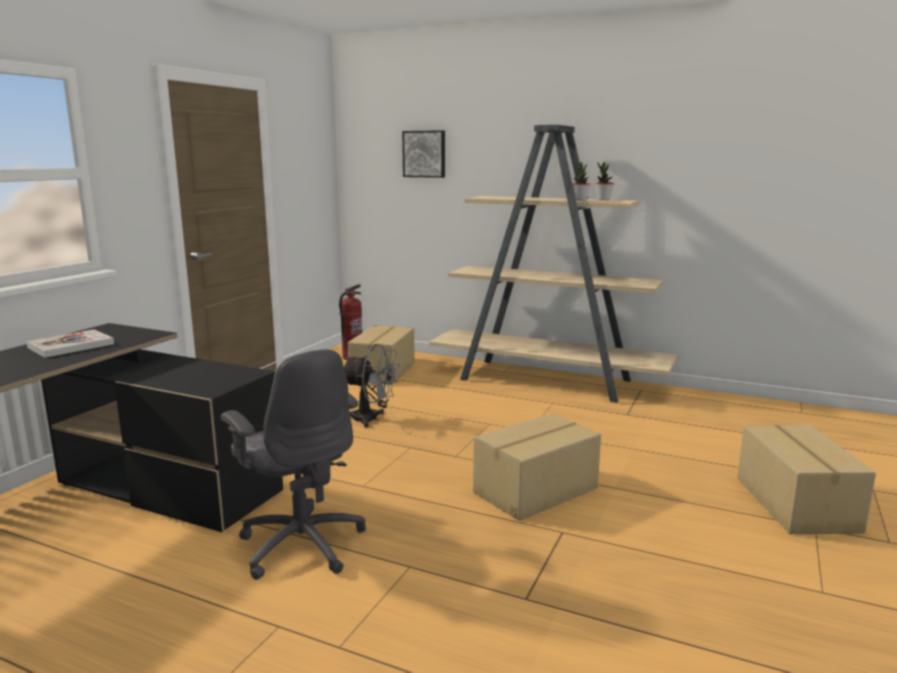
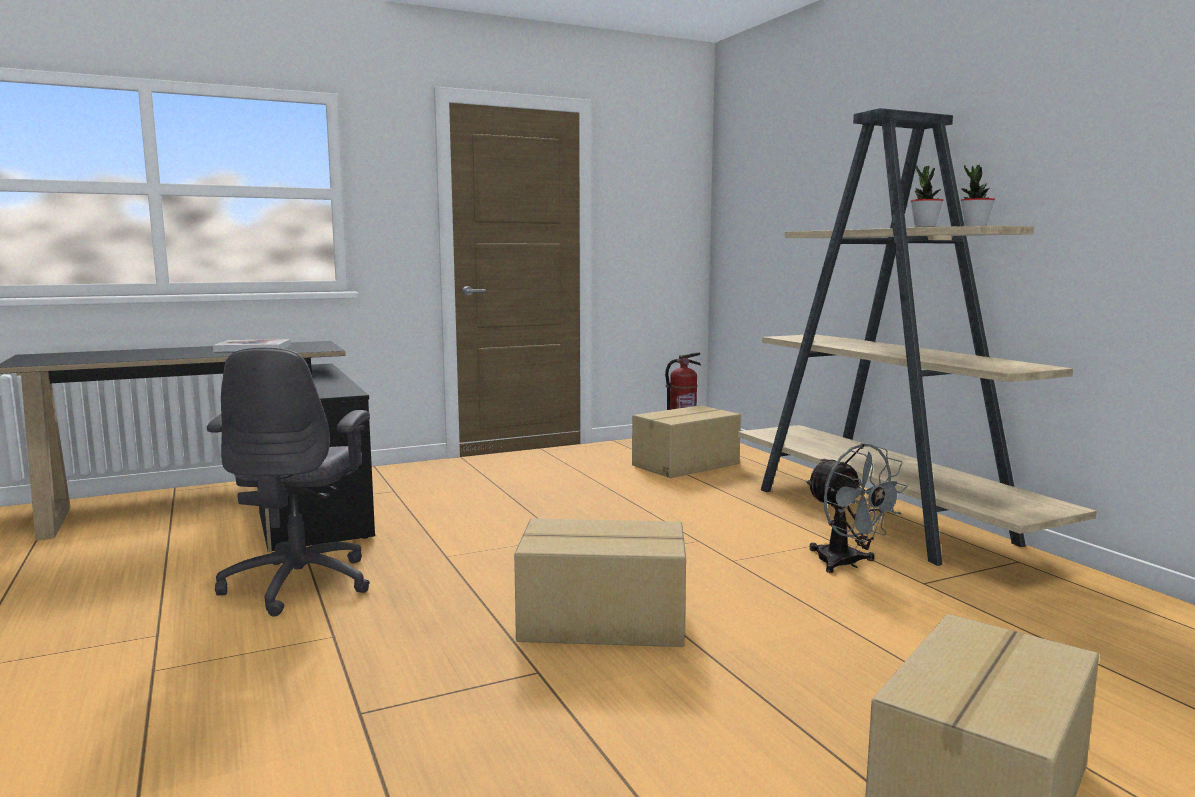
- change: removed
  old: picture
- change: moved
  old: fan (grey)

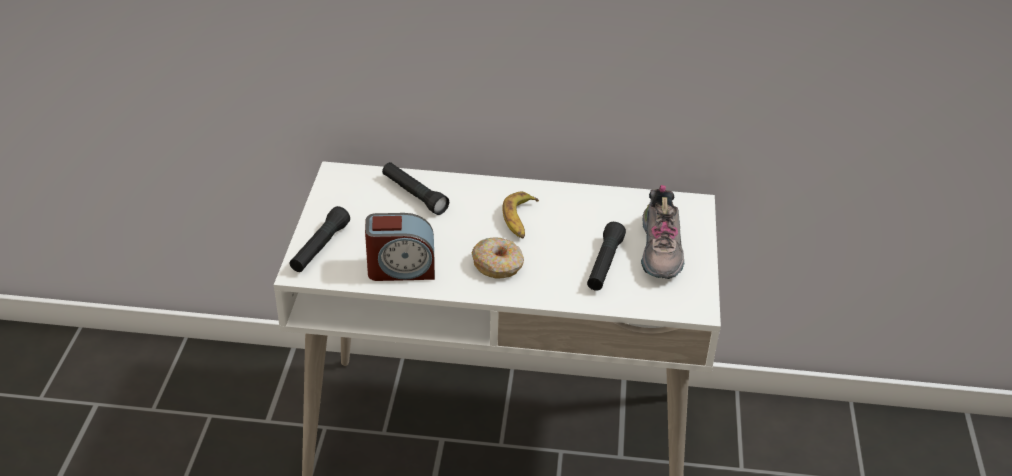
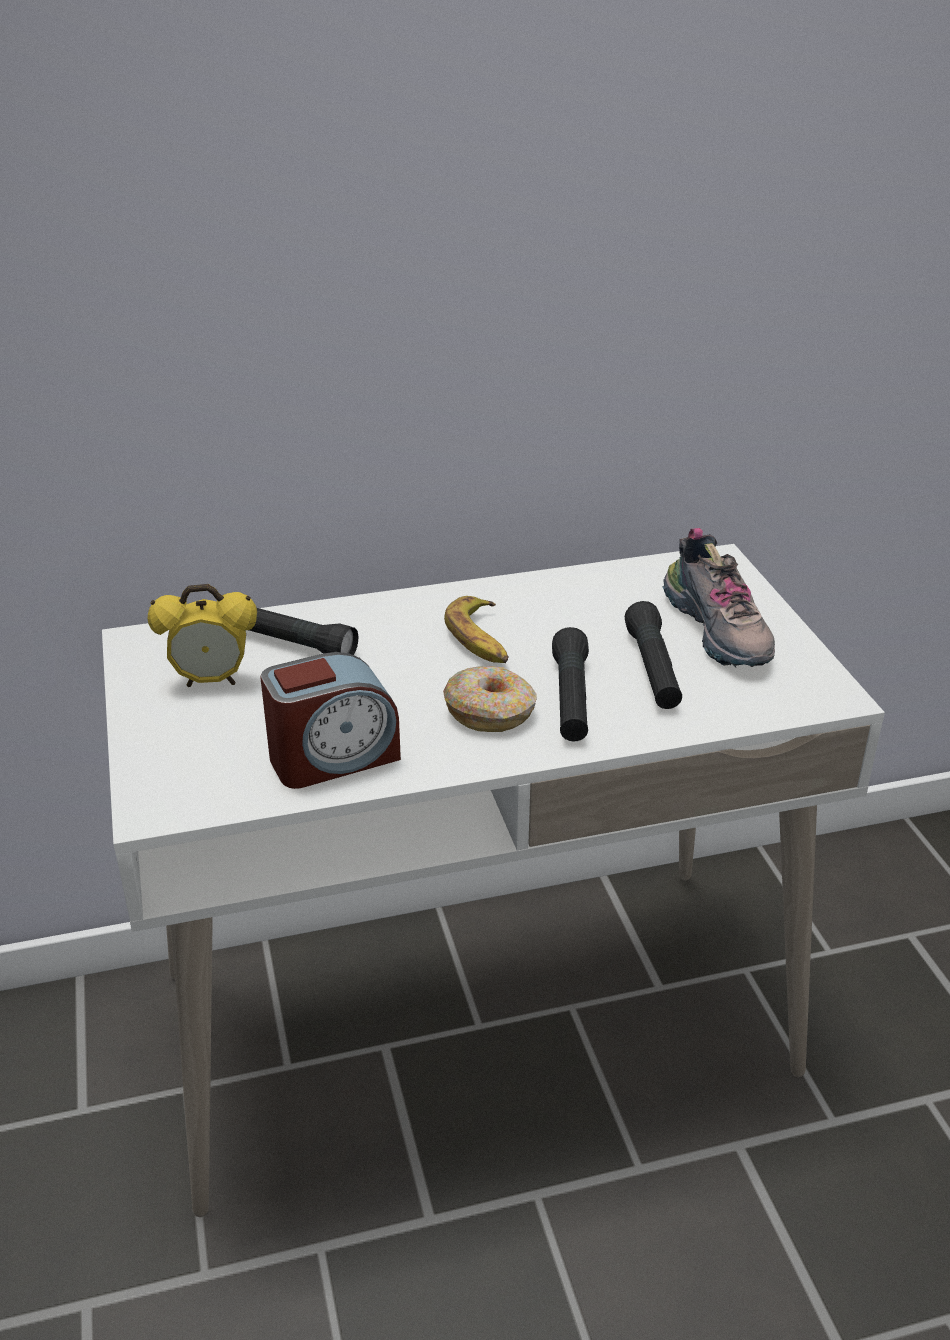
- change: added
  new: alarm clock (1st from left)
- change: moved
  old: flashlight (black) (1st from left in the first image)
  new: flashlight (black) (2nd from left)

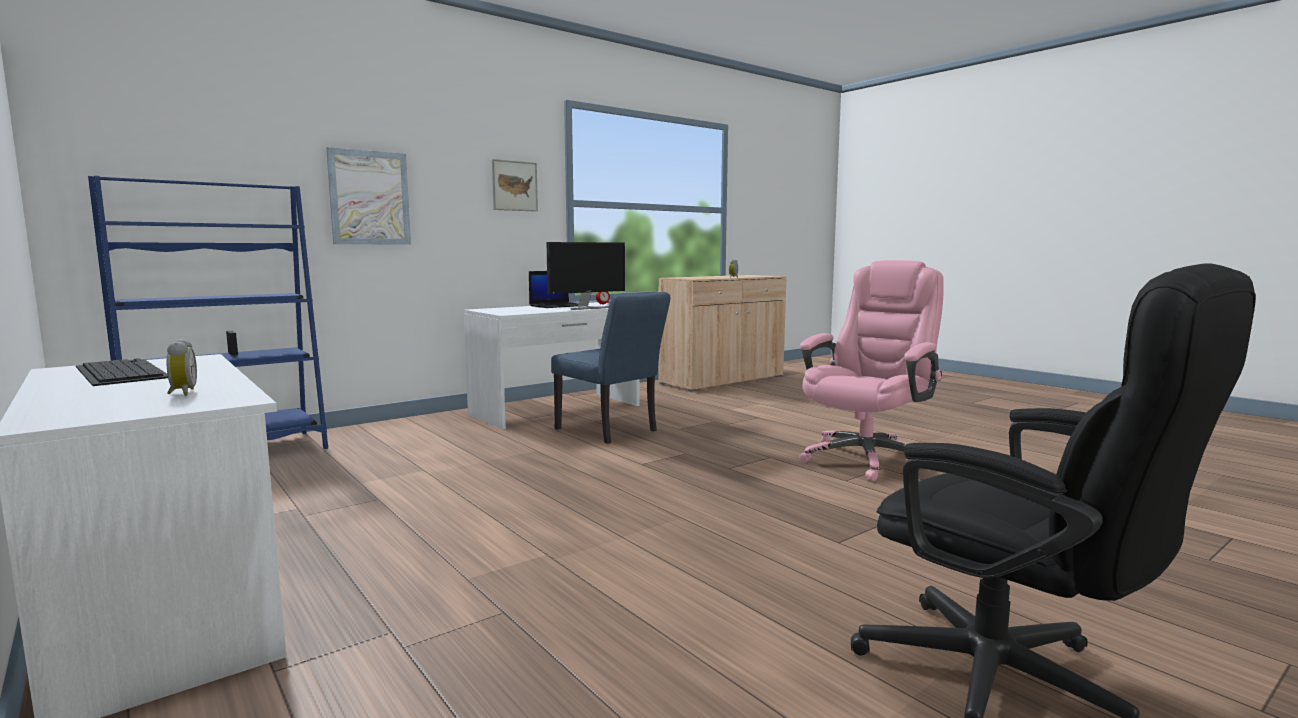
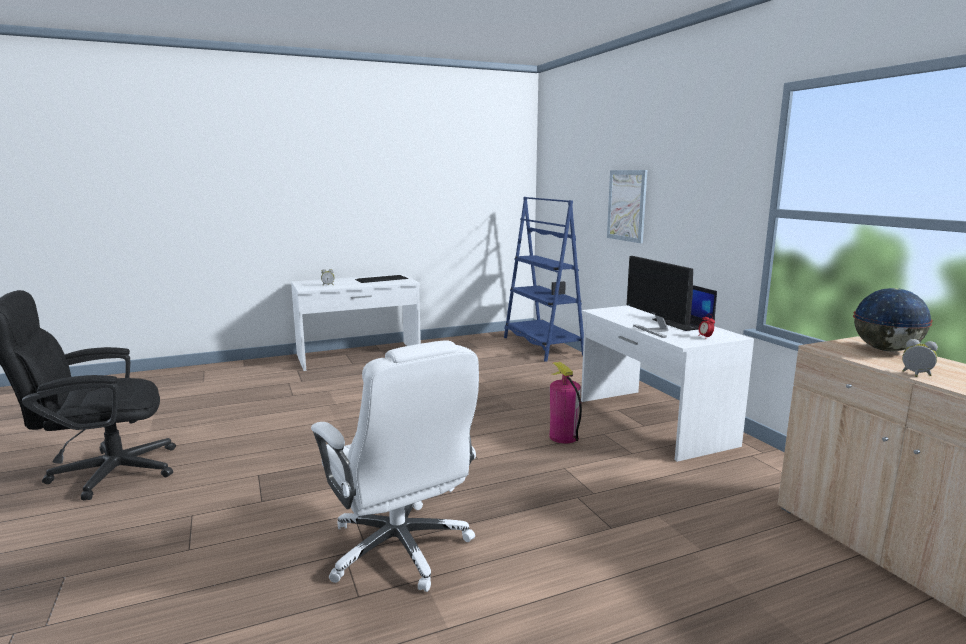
- change: removed
  old: picture (2nd from left)
- change: added
  new: globe
- change: replaced
  old: chair (blue)
  new: fire extinguisher
- change: recoloured
  old: office chair (pink)
  new: office chair (white)

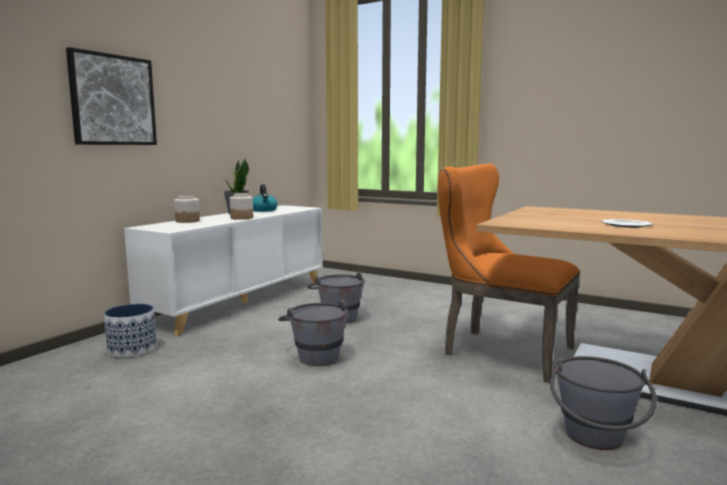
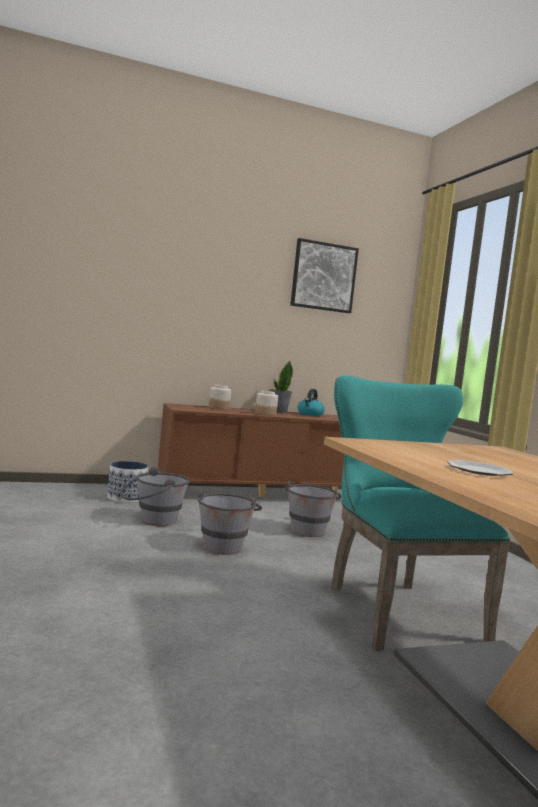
- change: moved
  old: picture
- change: moved
  old: bucket (grey) (3rd from left in the first image)
  new: bucket (grey) (1st from left)
- change: recoloured
  old: cabinet (white)
  new: cabinet (brown)
- change: recoloured
  old: chair (orange)
  new: chair (turquoise)

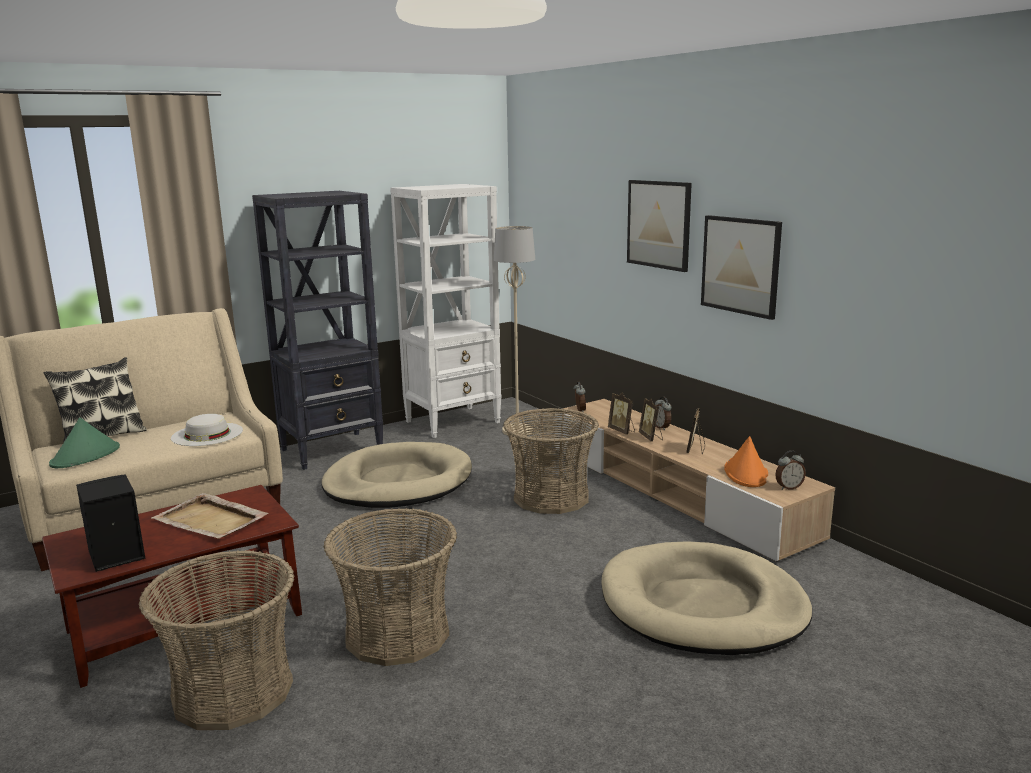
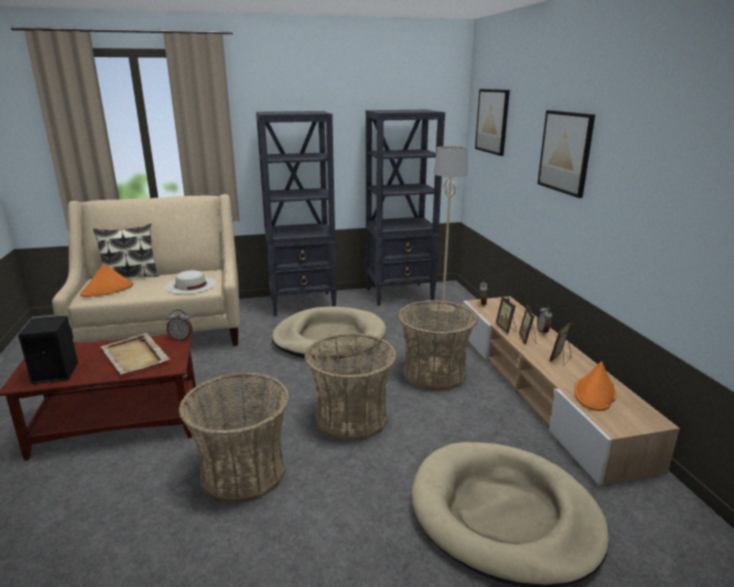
- change: moved
  old: basket (1st from left in the first image)
  new: basket (2nd from left)
- change: moved
  old: picture (2nd from left in the first image)
  new: picture (1st from left)
- change: moved
  old: alarm clock (3rd from left in the first image)
  new: alarm clock (1st from left)
- change: recoloured
  old: hat (green)
  new: hat (orange) (1st from left)
- change: recoloured
  old: bookcase (white)
  new: bookcase (black) (2nd from left)

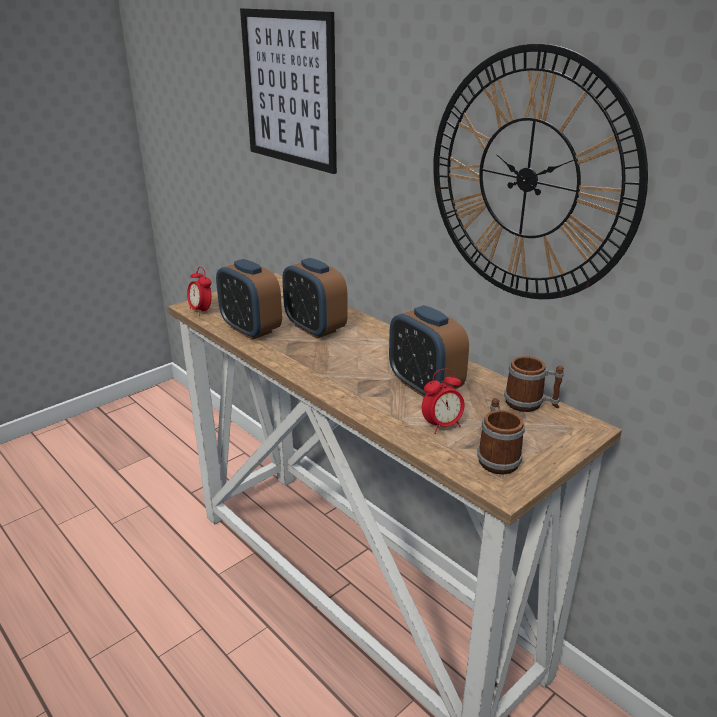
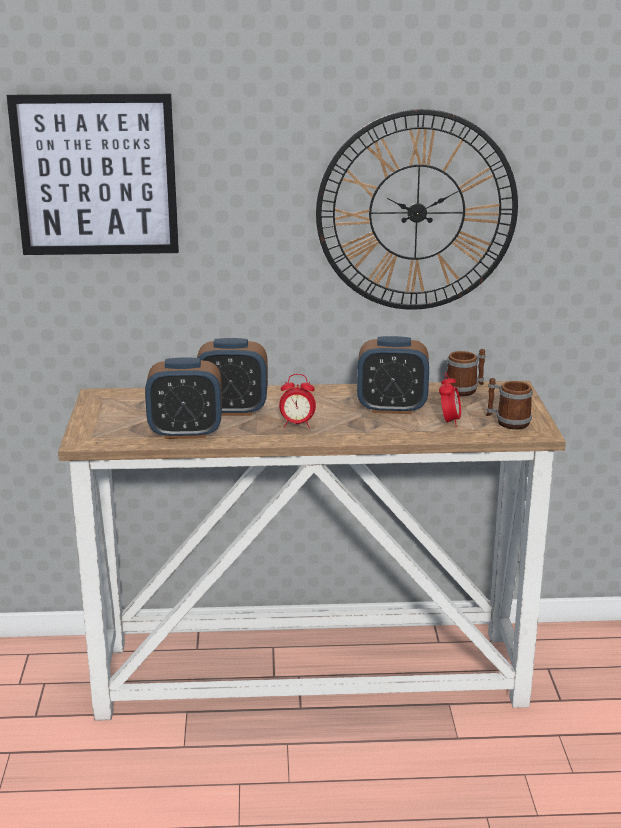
- change: moved
  old: alarm clock (1st from left in the first image)
  new: alarm clock (3rd from left)

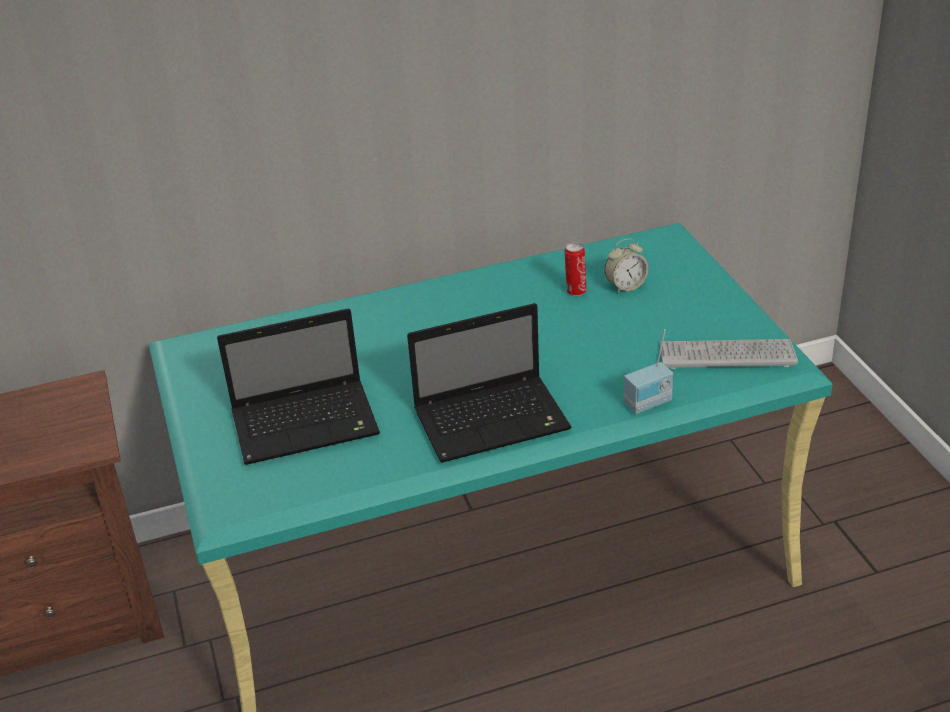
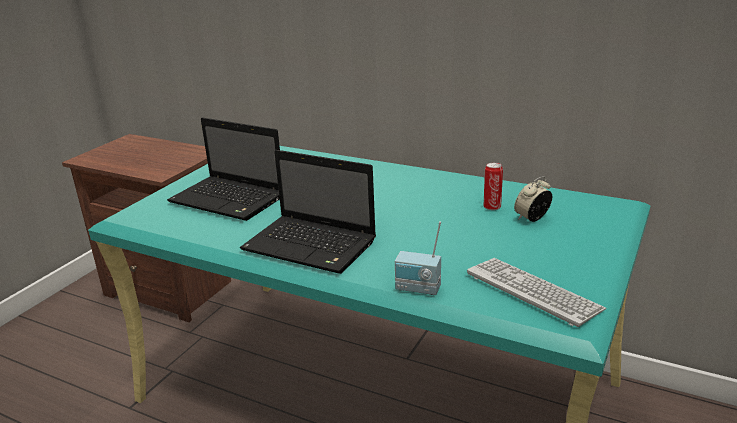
- change: turned
  old: alarm clock
  degrees: 120

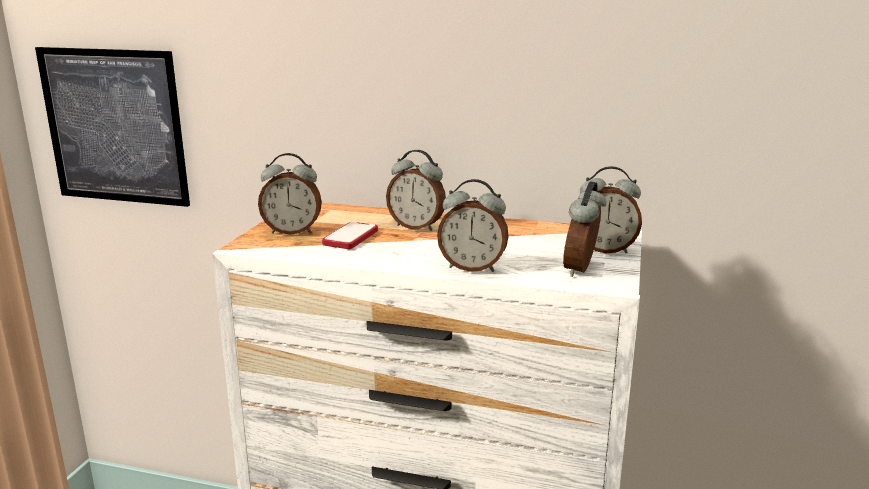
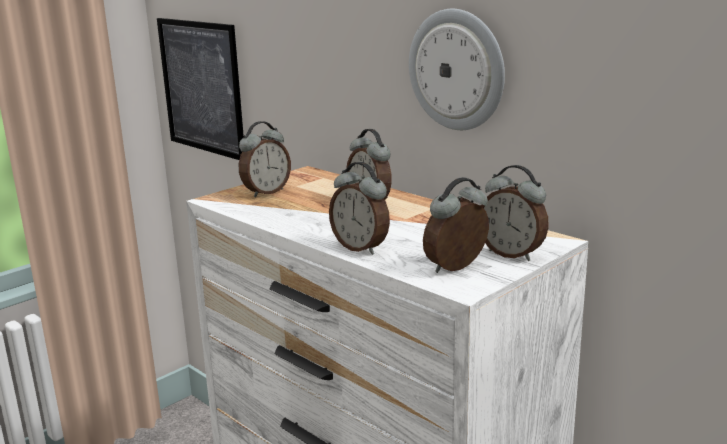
- change: removed
  old: phone
- change: added
  new: wall clock
- change: turned
  old: alarm clock (1st from left)
  degrees: -75

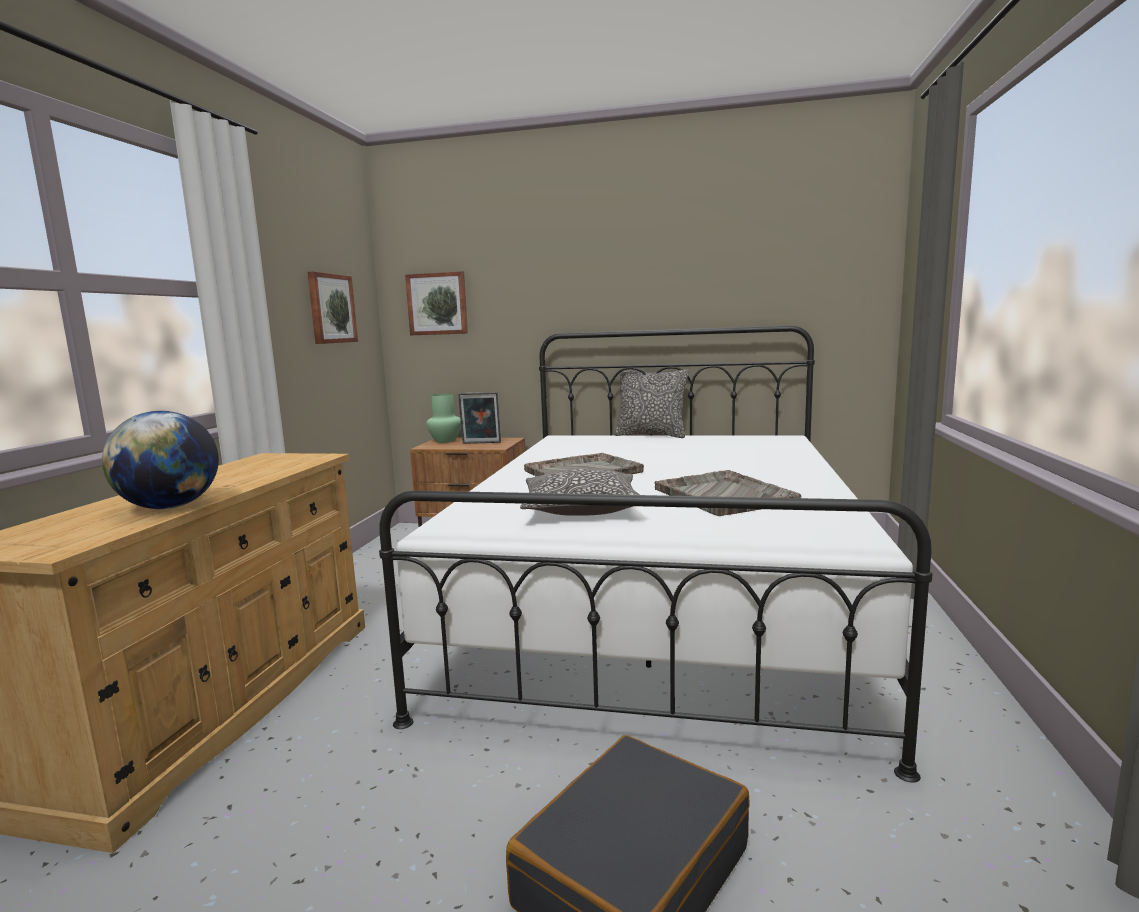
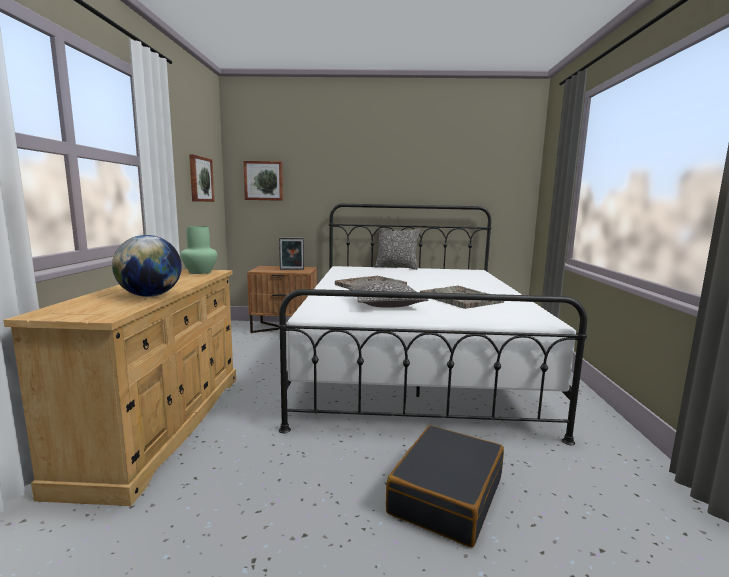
- change: moved
  old: vase (green)

